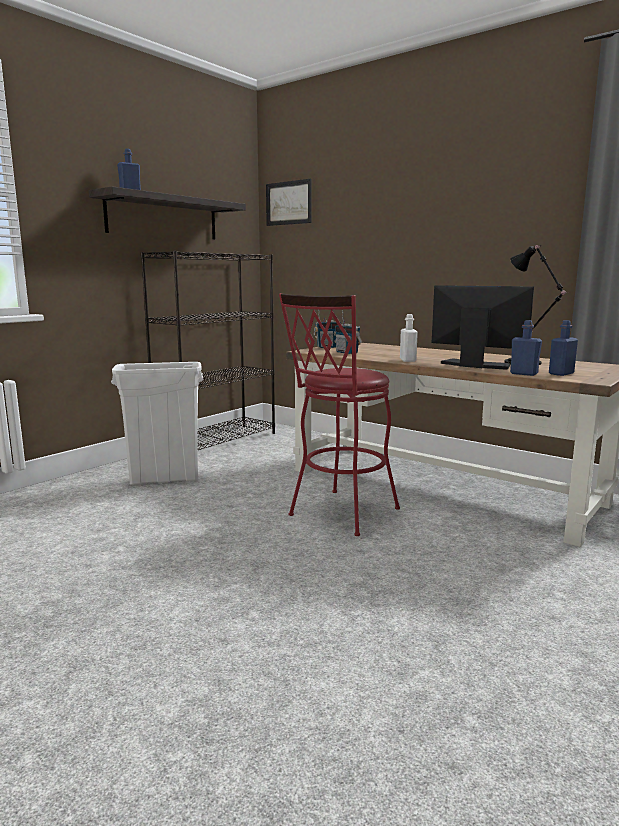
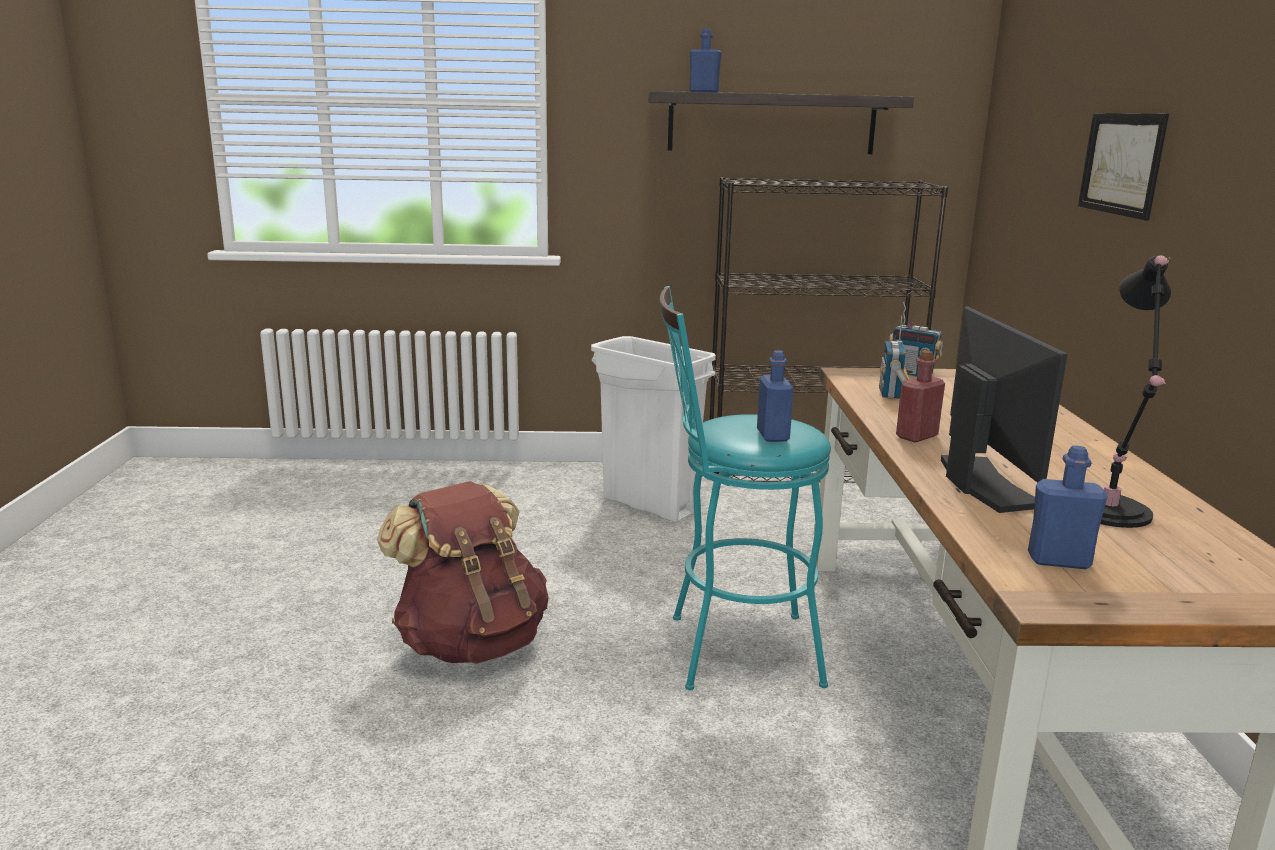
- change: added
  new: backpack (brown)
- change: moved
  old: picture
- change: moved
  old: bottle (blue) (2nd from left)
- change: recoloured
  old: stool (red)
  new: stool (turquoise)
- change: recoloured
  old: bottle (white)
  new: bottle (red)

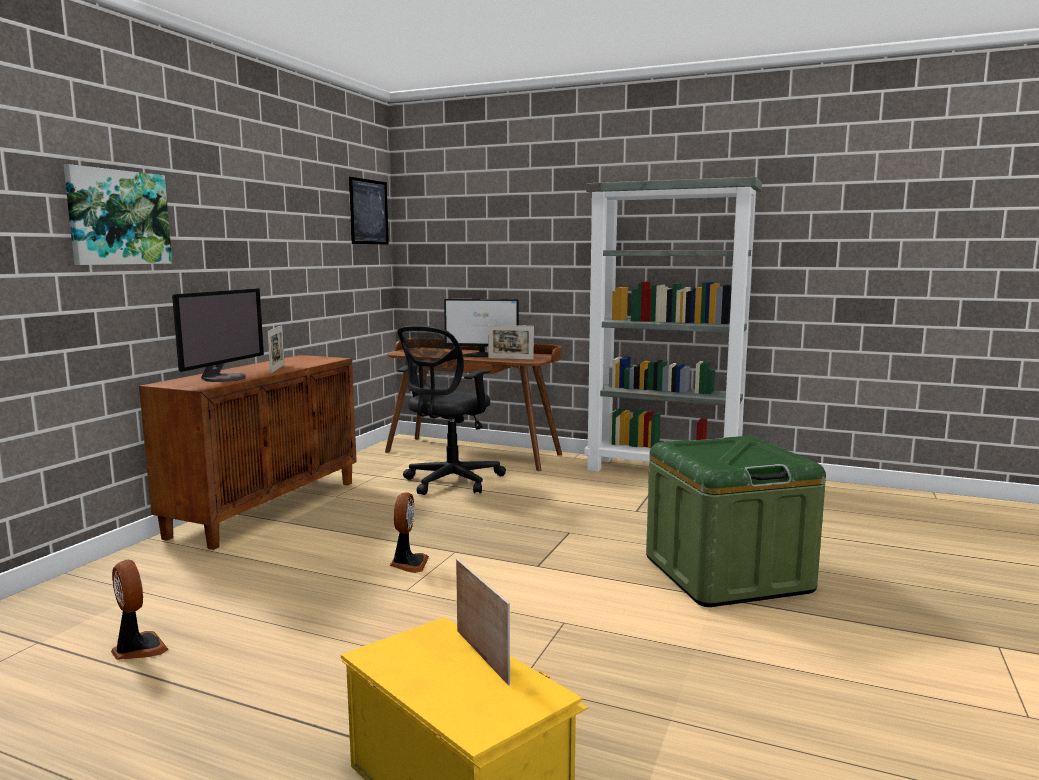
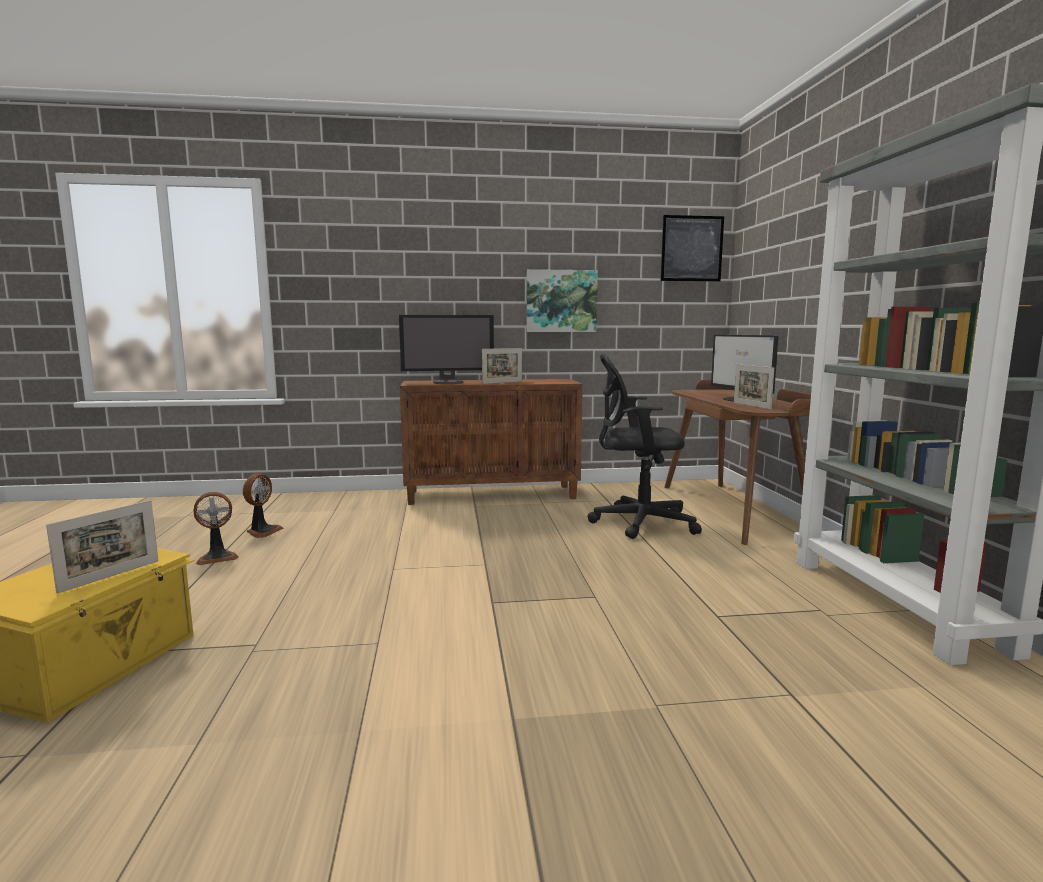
- change: removed
  old: storage box (green)
- change: moved
  old: picture (1st from left)
- change: moved
  old: fan (2nd from left in the first image)
  new: fan (1st from left)

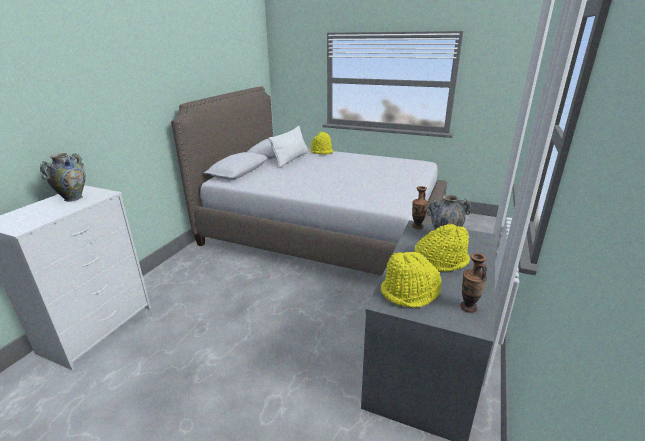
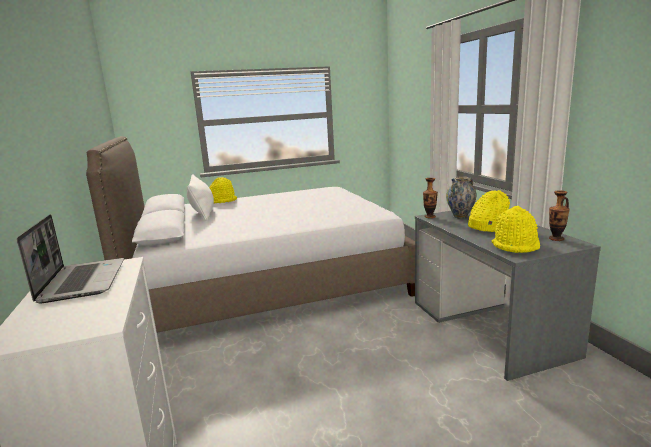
- change: replaced
  old: vase (1st from left)
  new: laptop

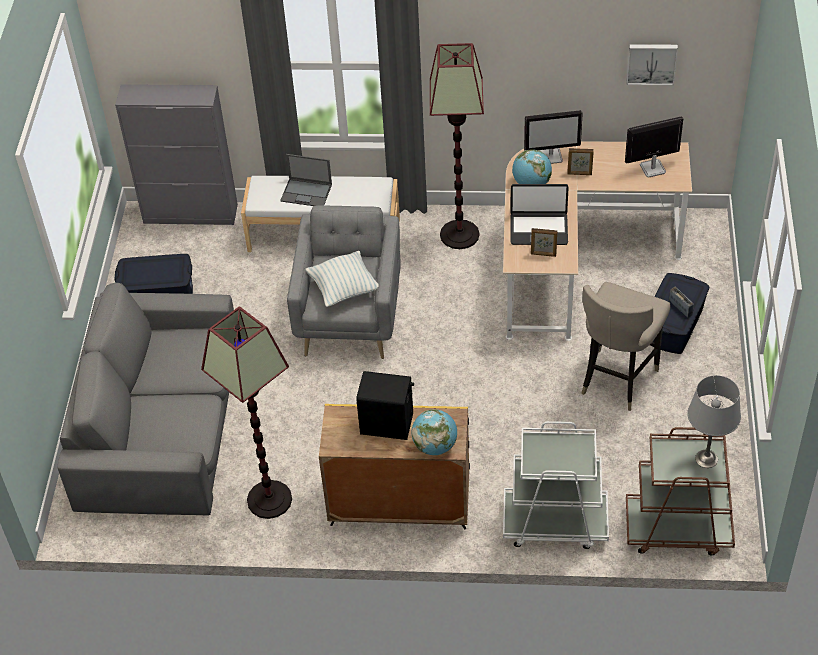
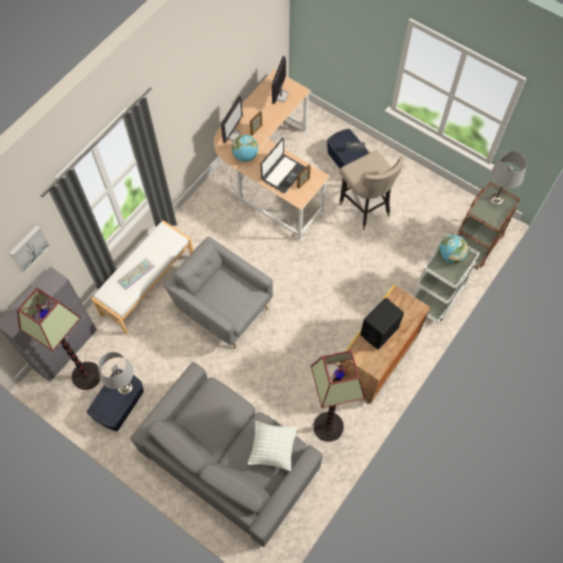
- change: added
  new: table lamp (grey) (1st from left)
- change: moved
  old: pillow
- change: moved
  old: globe (1st from left in the first image)
  new: globe (2nd from left)
- change: moved
  old: floor lamp (2nd from left in the first image)
  new: floor lamp (1st from left)
- change: moved
  old: picture
- change: replaced
  old: laptop (1st from left)
  new: keyboard

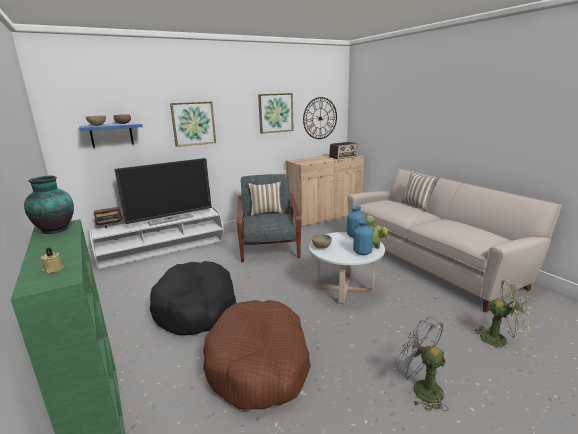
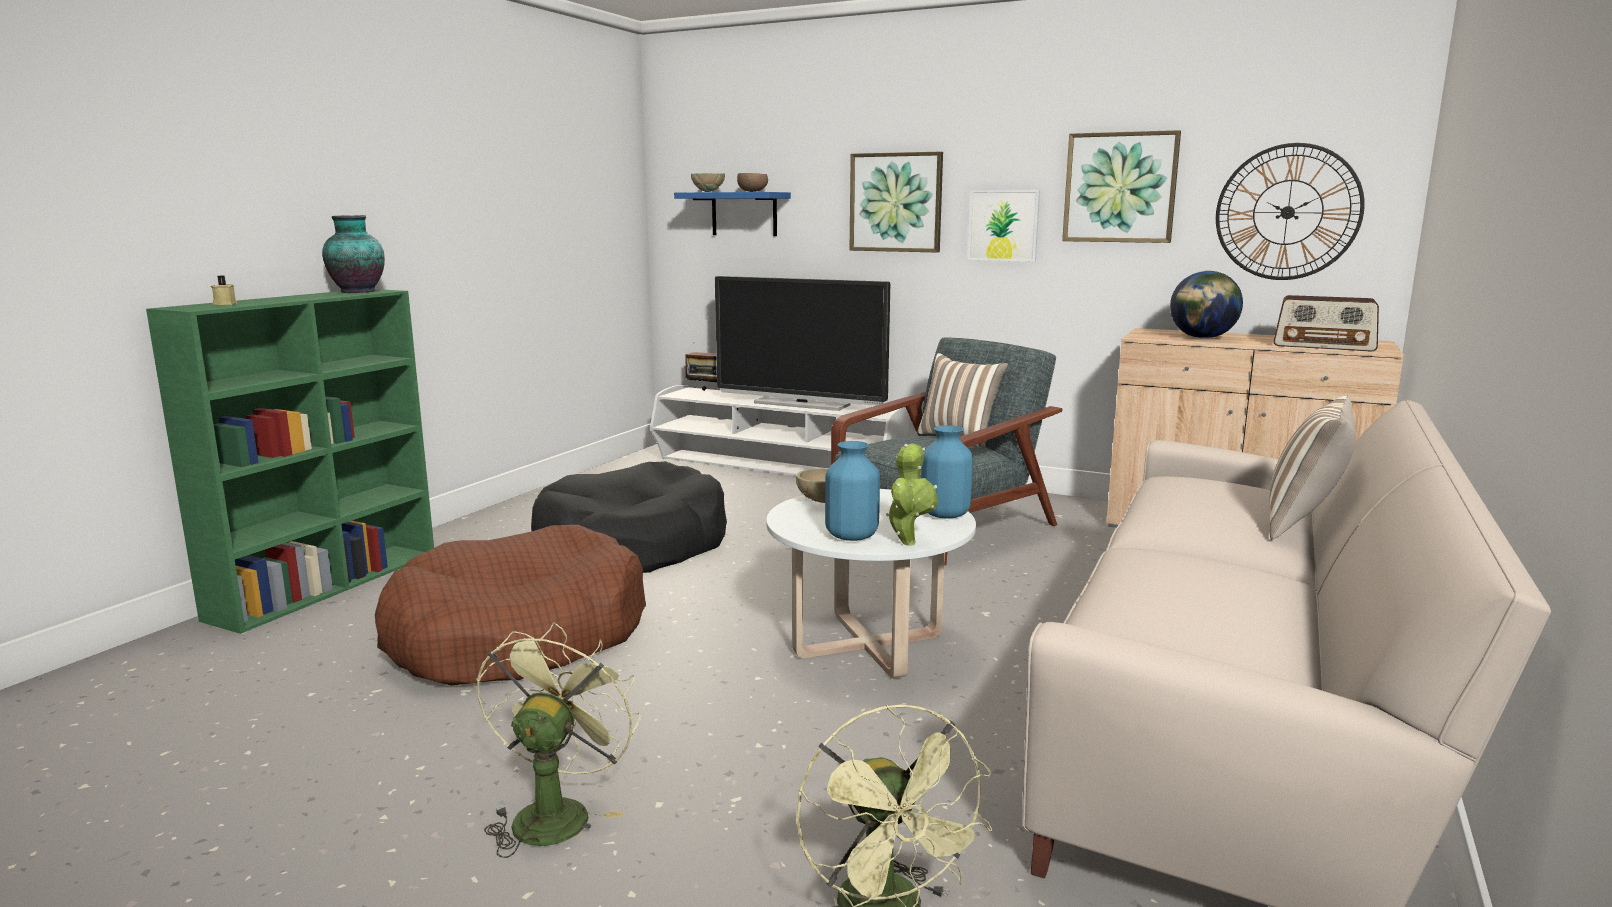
- change: added
  new: picture (2nd from left)
- change: added
  new: globe
- change: recoloured
  old: fan (grey)
  new: fan (green) (1st from left)

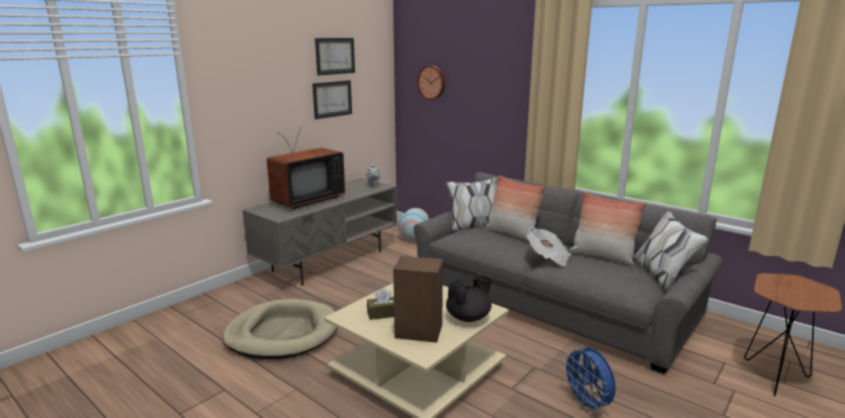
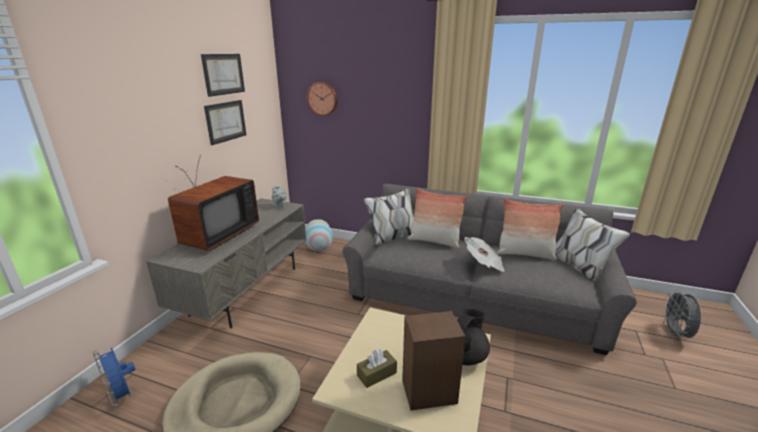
- change: moved
  old: fan (blue)
- change: replaced
  old: side table (brown)
  new: fan (grey)

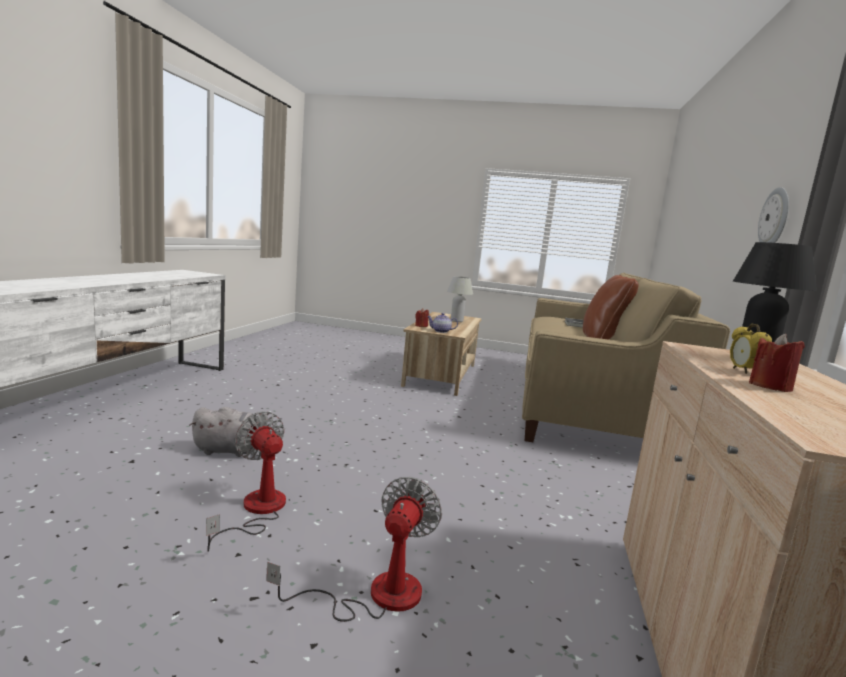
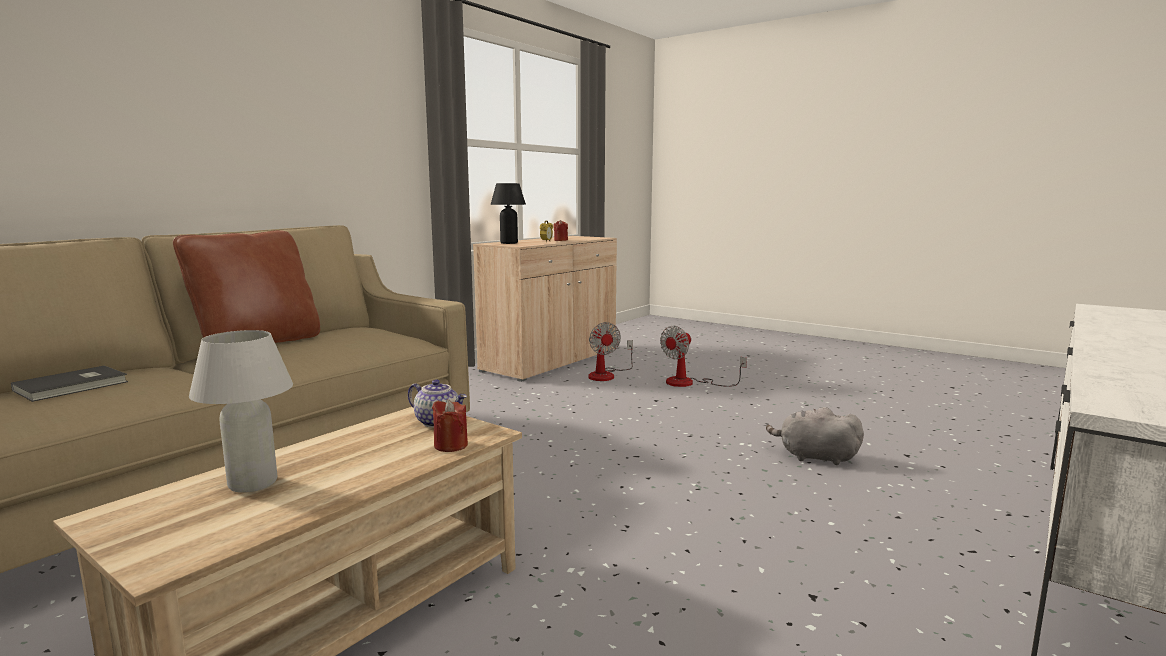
- change: removed
  old: wall clock
- change: moved
  old: fan (1st from left)

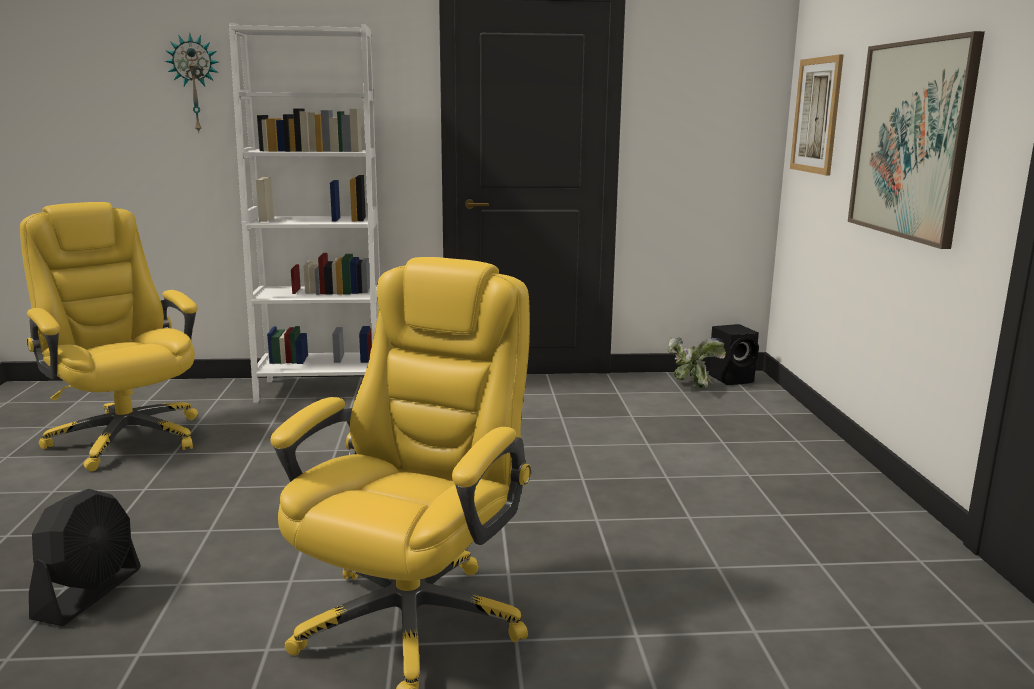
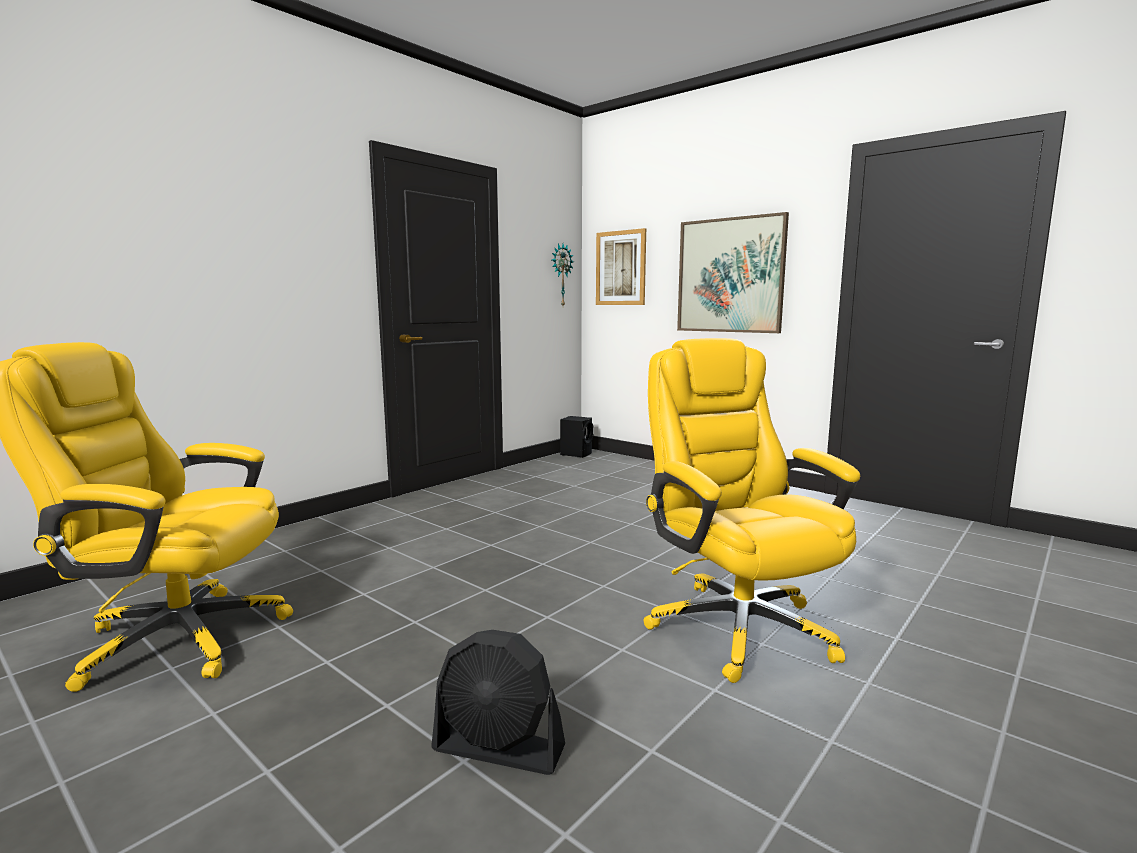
- change: removed
  old: bookcase (white)
- change: removed
  old: potted plant
- change: moved
  old: wall clock
- change: turned
  old: fan (black)
  degrees: 135

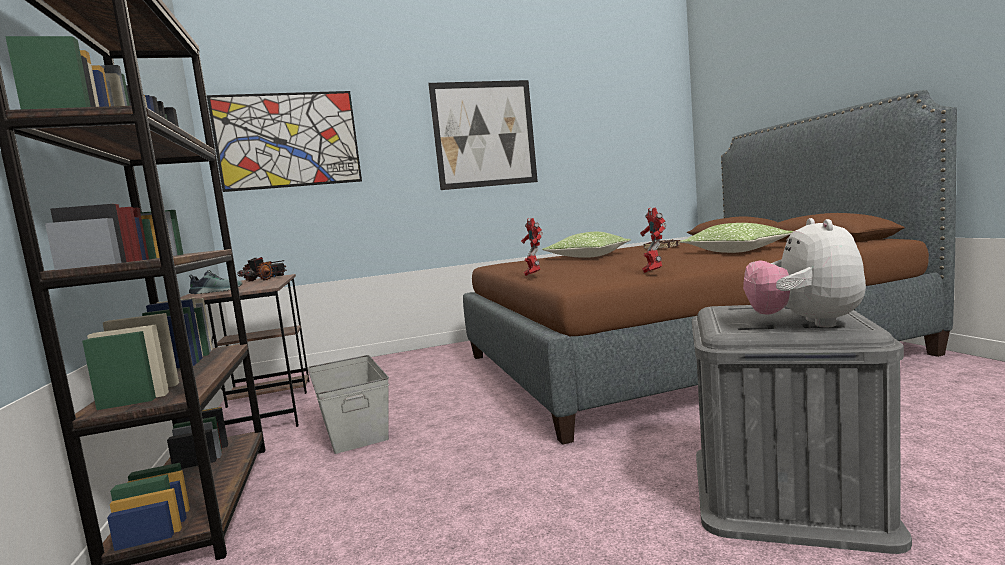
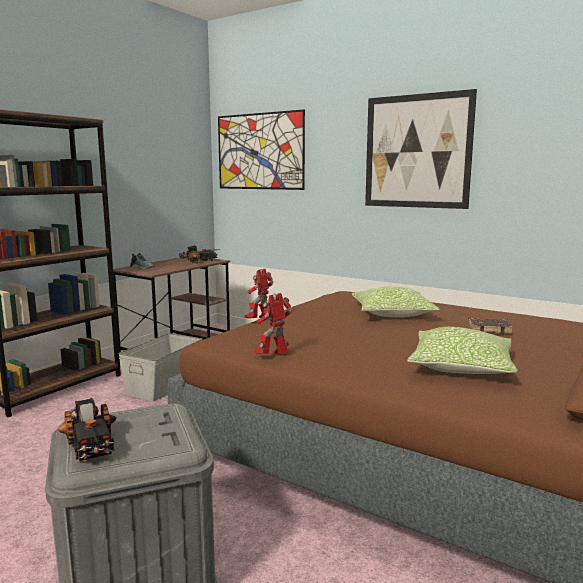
- change: replaced
  old: plush toy
  new: toy truck (1st from left)

